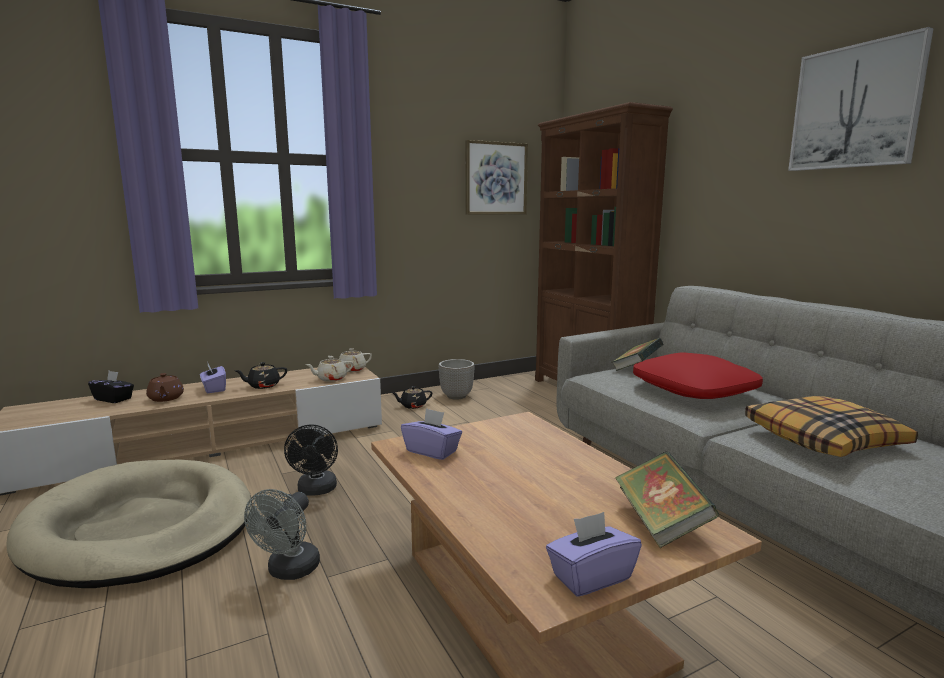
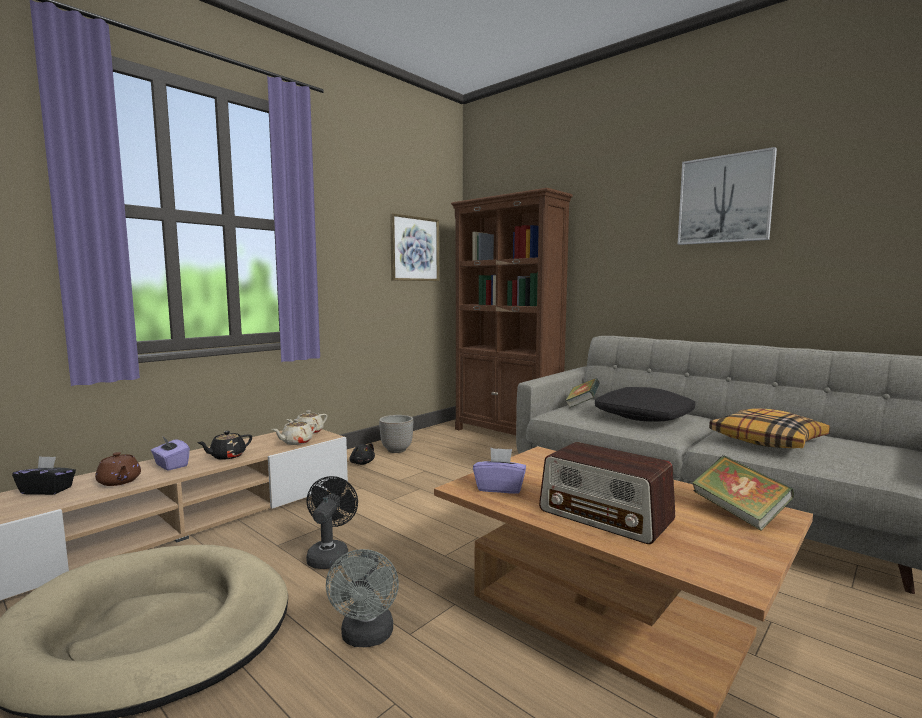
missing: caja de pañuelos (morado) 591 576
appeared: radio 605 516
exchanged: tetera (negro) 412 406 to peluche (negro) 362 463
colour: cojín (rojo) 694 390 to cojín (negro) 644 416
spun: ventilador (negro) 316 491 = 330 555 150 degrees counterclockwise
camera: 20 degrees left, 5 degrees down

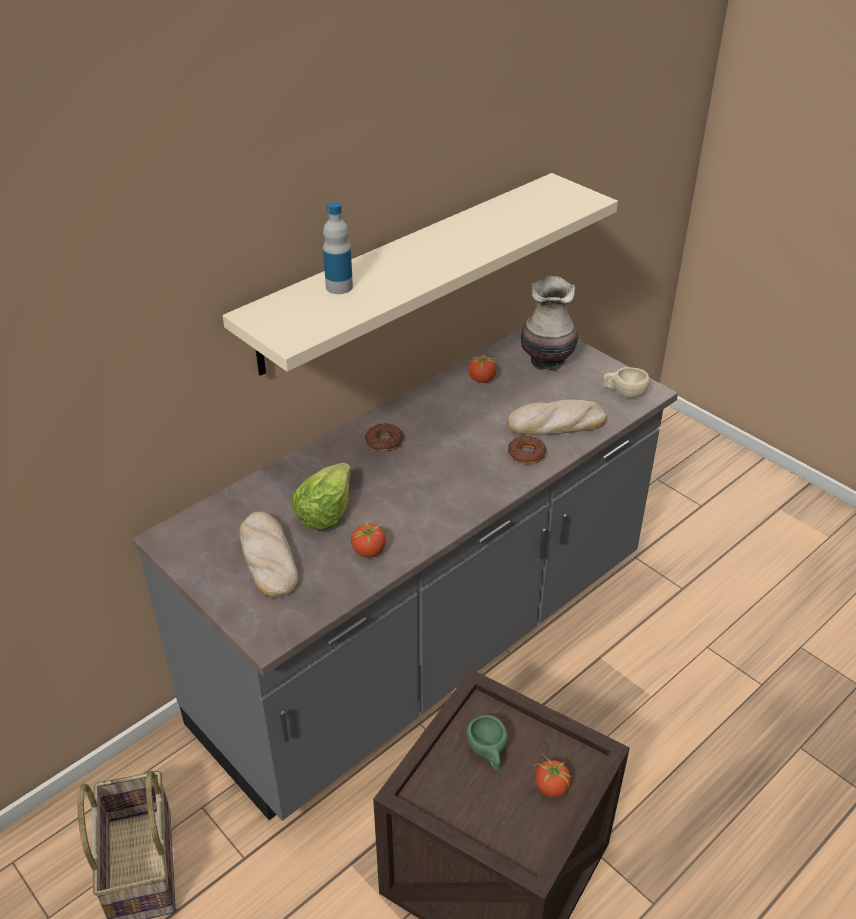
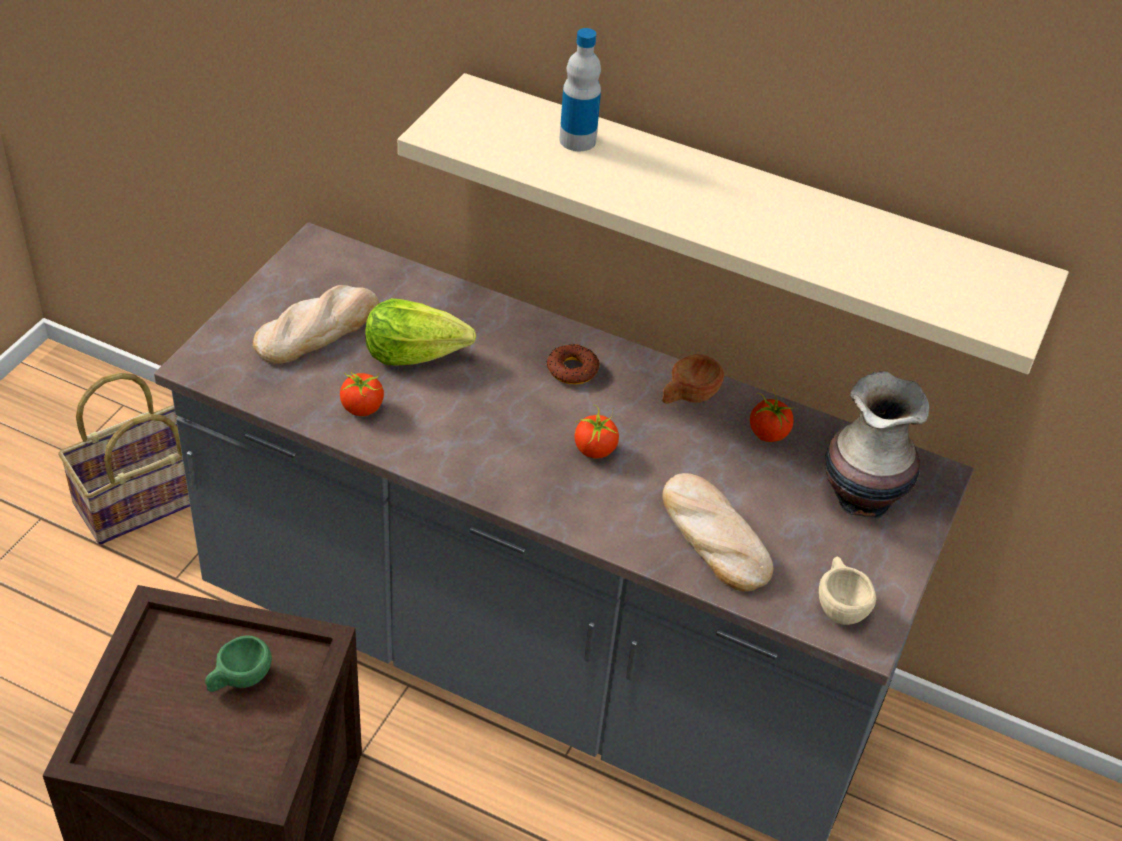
missing: rosquilla 526 454
appeared: taza (marrón) 688 397
relocated: tomate 551 787 to 594 450
camera: 65 degrees right, 5 degrees up

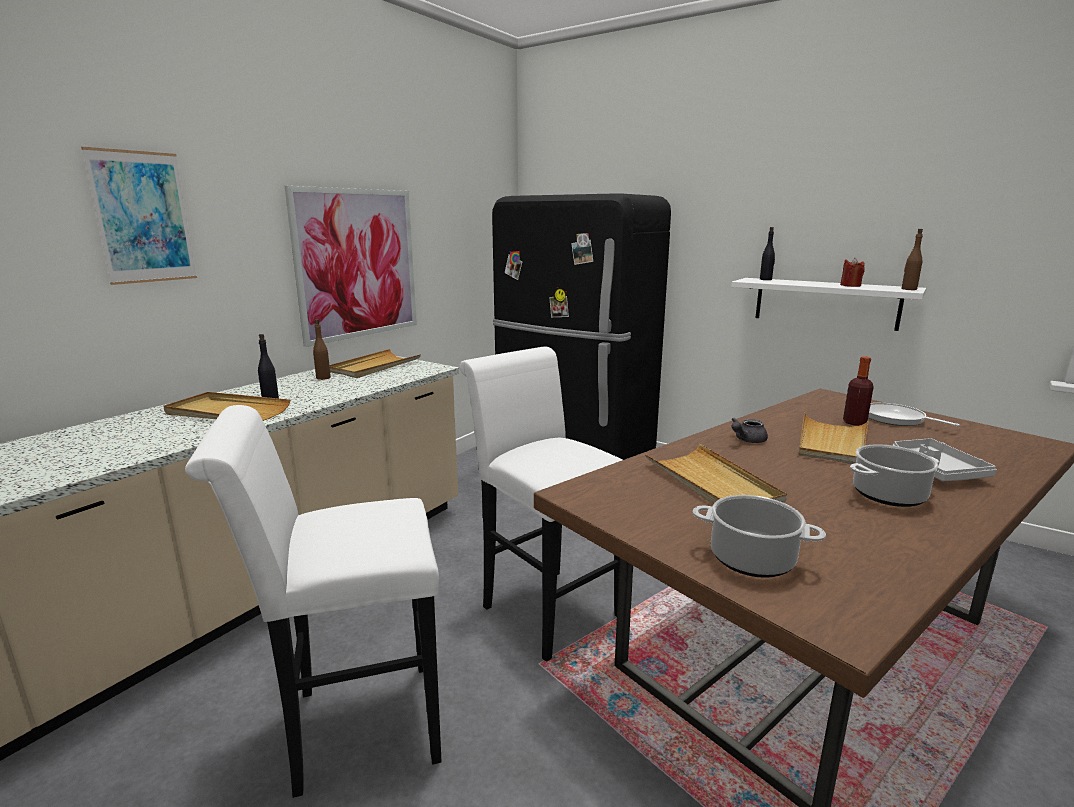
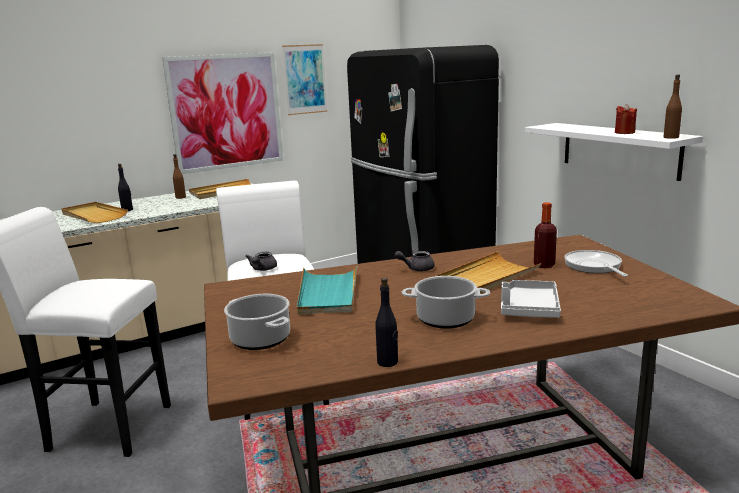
appeared: tetera (gris) 262 269
relocated: cuadro 143 217 to 305 79; botella (negro) 766 279 to 387 362
colour: bandeja (beis) 712 483 to bandeja (turquesa) 328 293
camera: 25 degrees right, 0 degrees up

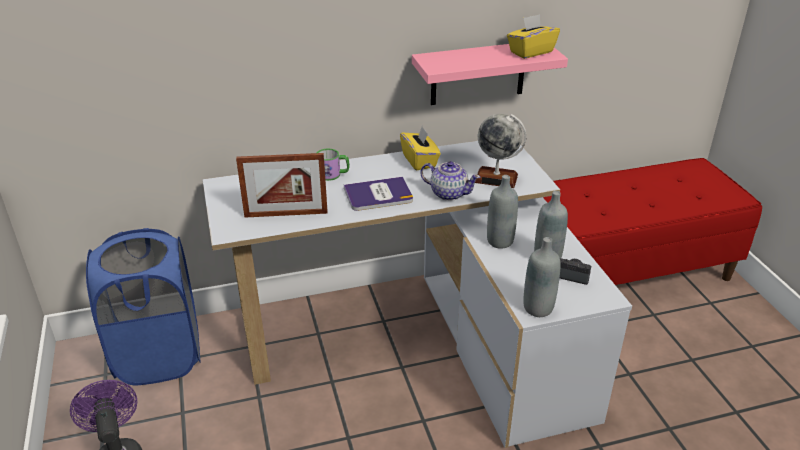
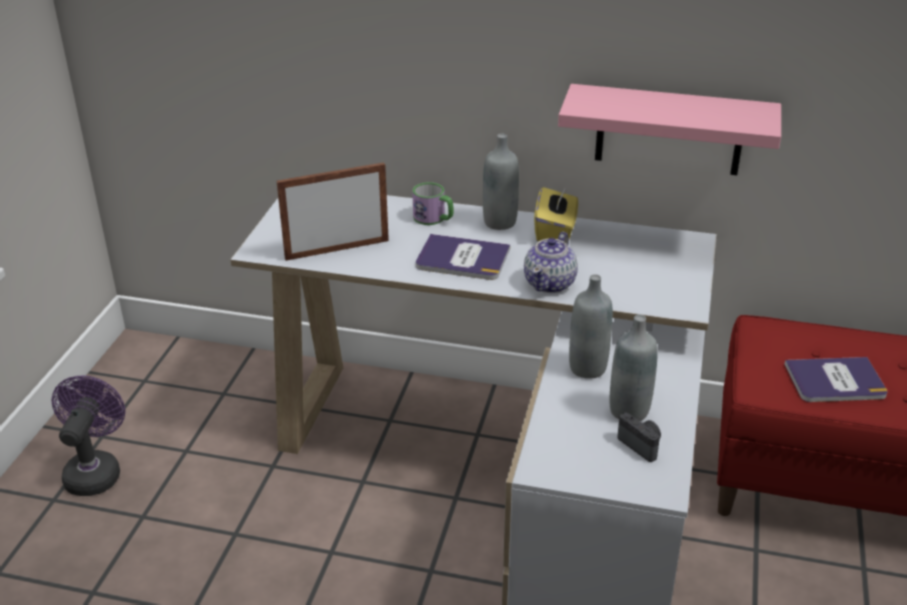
missing: cesto de la ropa (azul) 159 356; globo terráqueo 496 178; caja de pañuelos (amarillo) 530 52
appeared: libro 835 381
relocated: botella (gris) 538 308 to 499 222
spun: portarretratos 286 214 = 337 249 135 degrees clockwise; tetera 448 193 = 550 283 60 degrees clockwise
camera: 30 degrees right, 0 degrees up

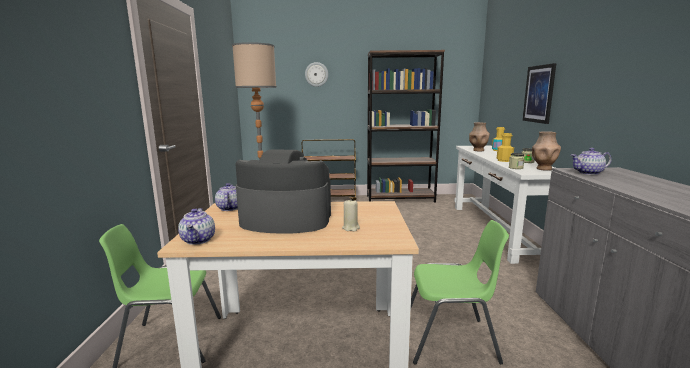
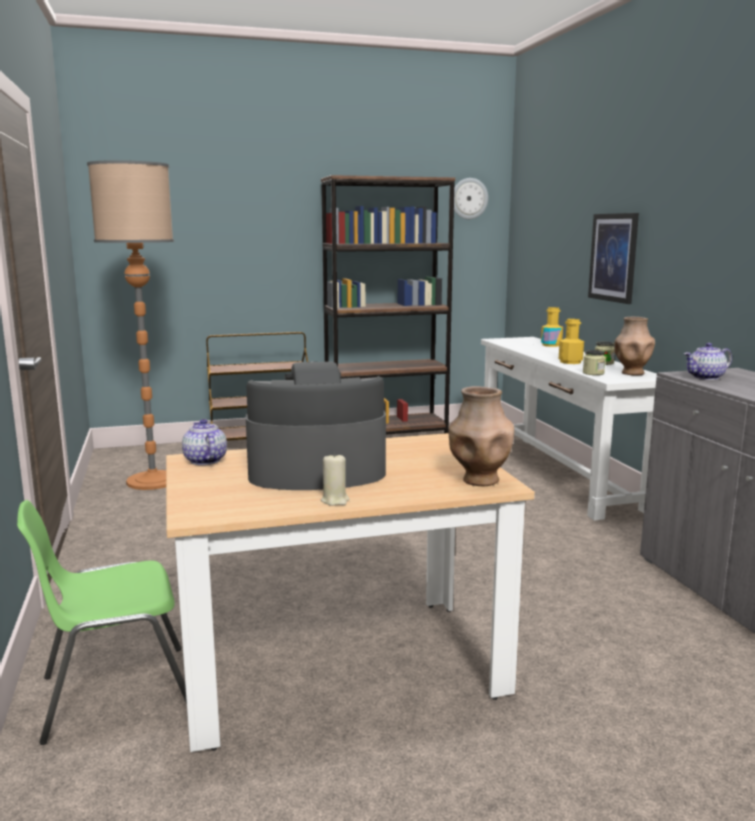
missing: tetera 198 240; silla (verde) 451 340
relocated: reloj de pared 316 74 to 469 198; vela (beis) 351 228 to 335 500; florero (marrón) 478 150 to 479 480
camera: 15 degrees left, 0 degrees up

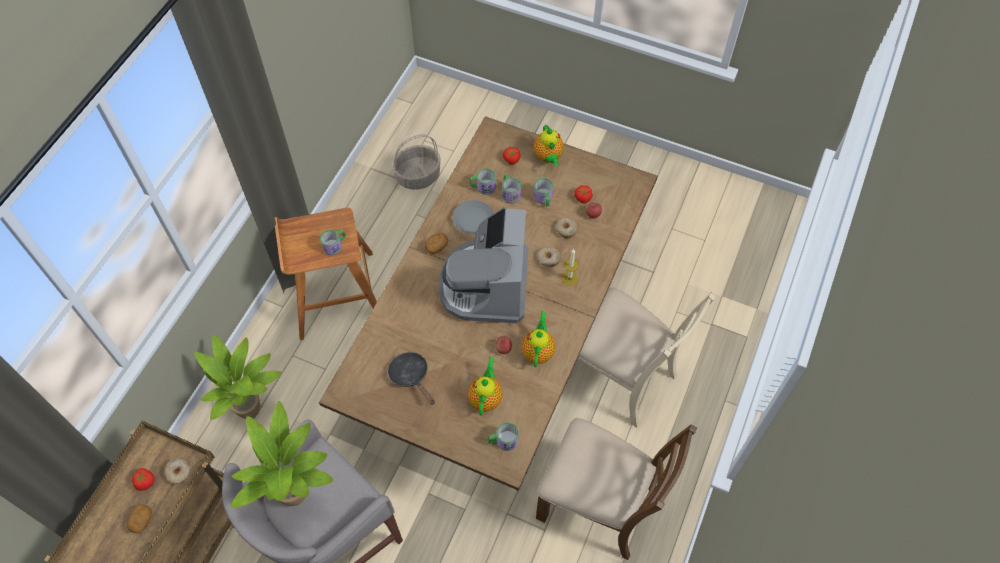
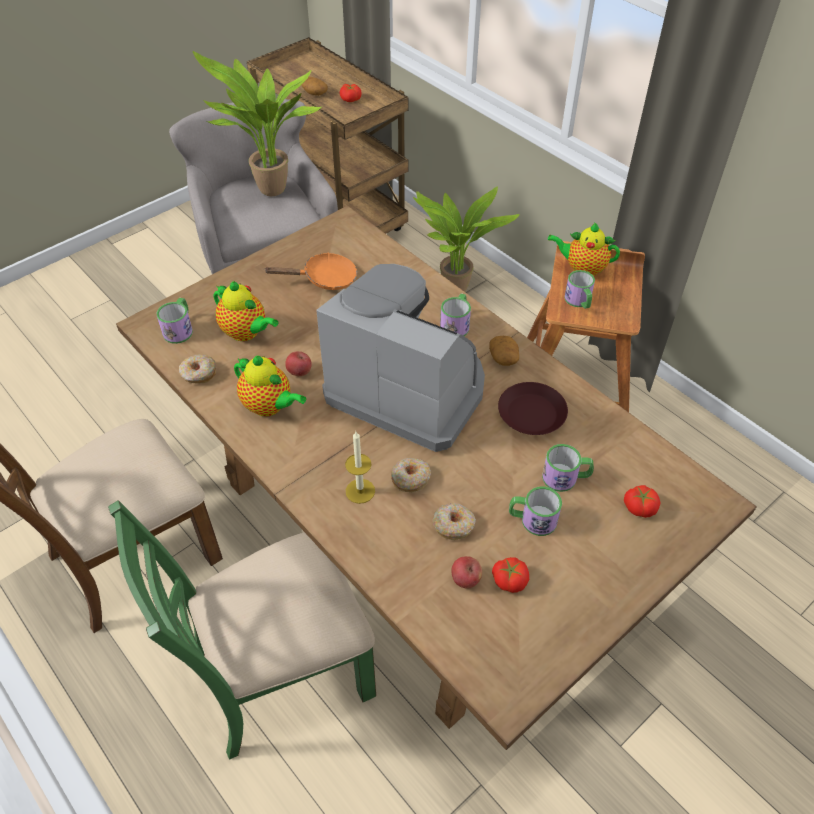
missing: cesta 418 176
relocated: rosquilla 179 472 to 198 374; taza grande 482 187 to 456 324; tetera 548 157 to 582 269
colour: sartén (negro) 411 376 to sartén (naranja) 324 279; plato (gris) 473 220 to plato (marrón) 531 413; silla (beis) 620 375 to silla (verde) 279 672
camera: 115 degrees right, 10 degrees down

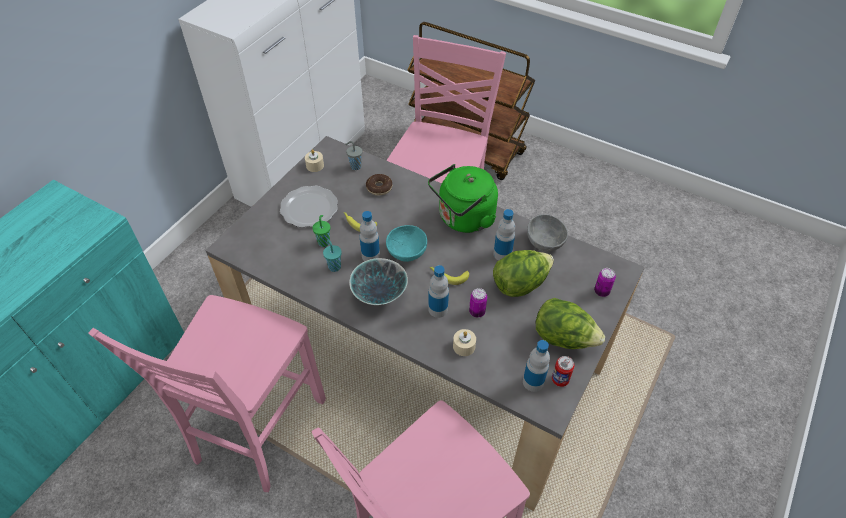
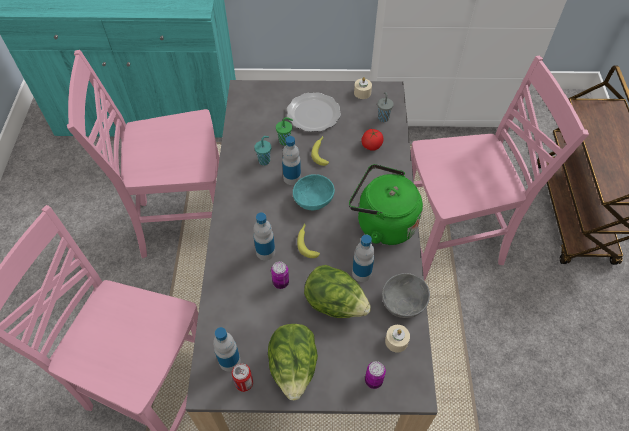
missing: cuenco 379 295
relocated: vela (beis) 464 346 to 396 341
exchanged: rosquilla 379 188 to tomate 371 146
camera: 60 degrees right, 5 degrees up

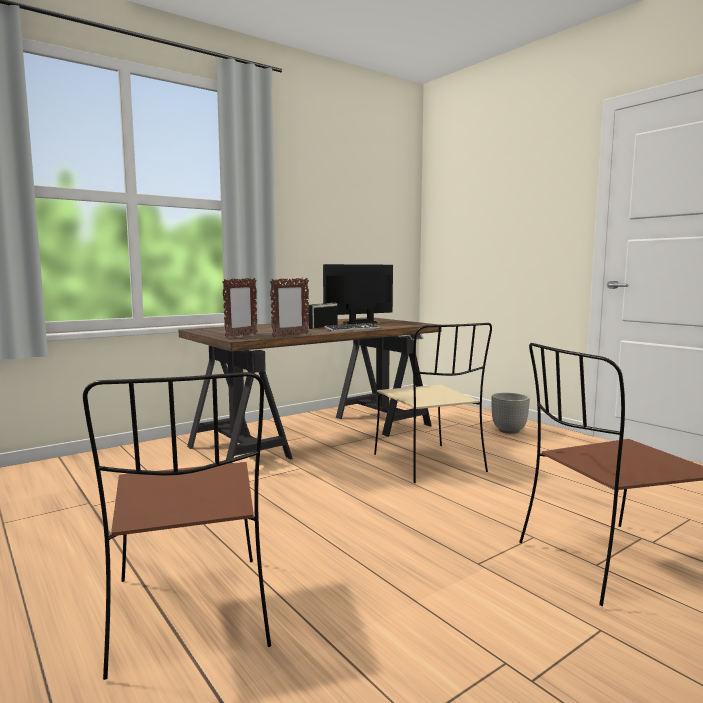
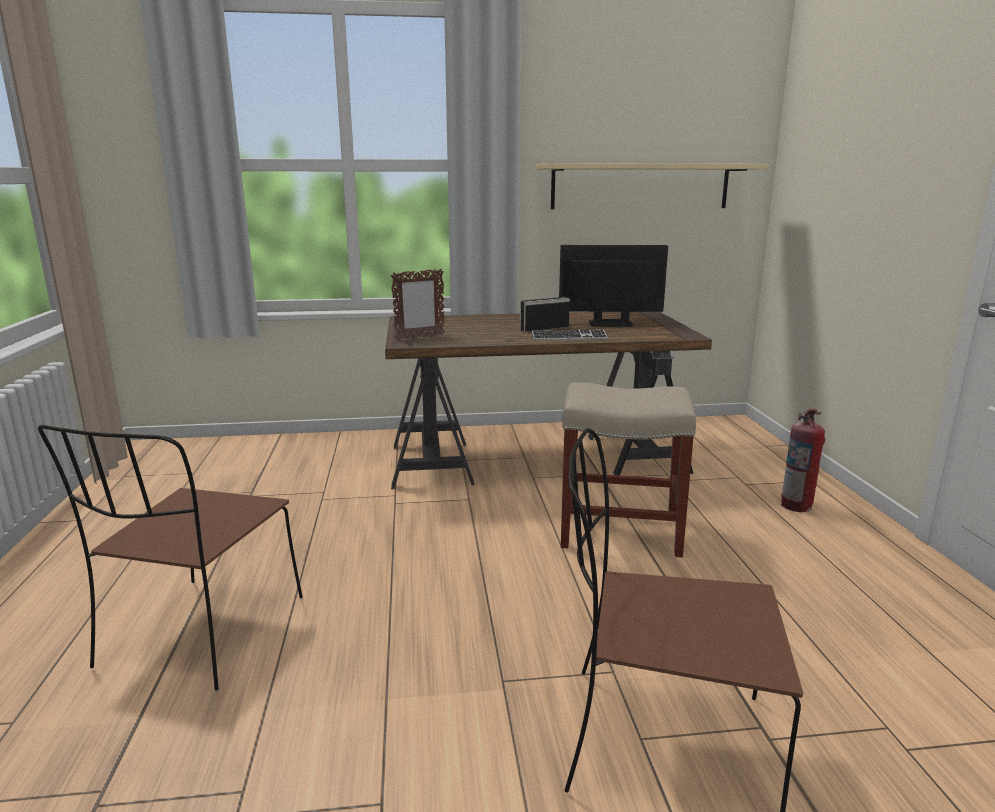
missing: portarretratos 290 335
appeared: estante (beis) 640 186
exchanged: silla (beis) 430 464 to taburete (beis) 618 531; maceta 509 431 to extintor 796 505
camera: 30 degrees right, 10 degrees up

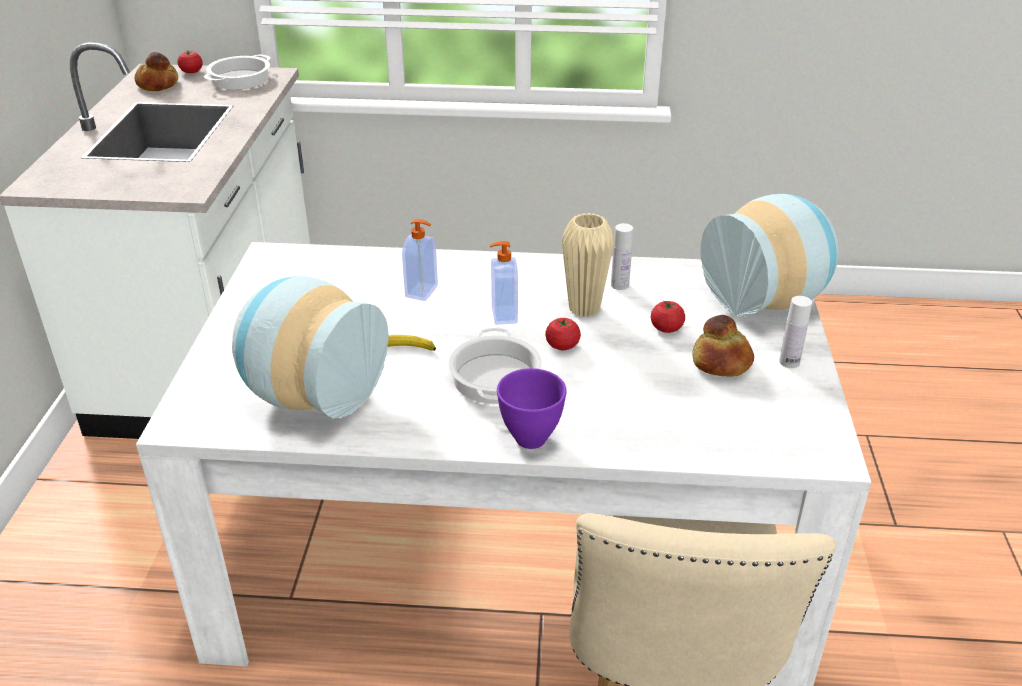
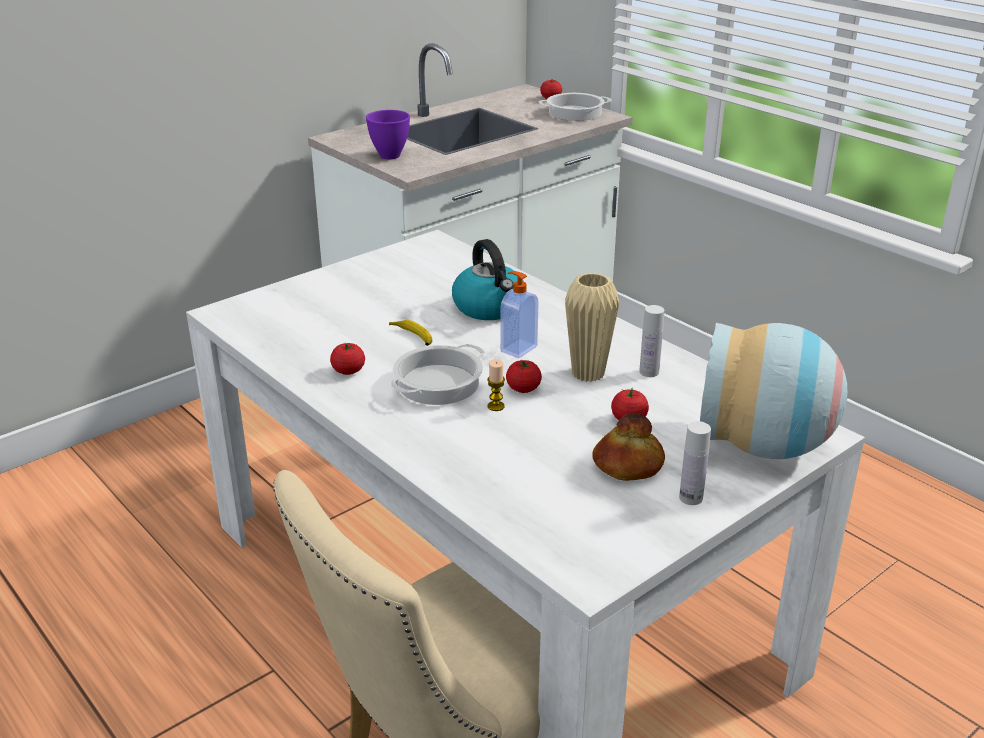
missing: pan 158 84; florero 310 394
appeared: tomate 348 371; vela 496 406
relocated: cuenco (morado) 532 439 to 390 156
exchanged: dispensador de jabón 422 292 to hervidor 490 307
camera: 45 degrees right, 5 degrees down

